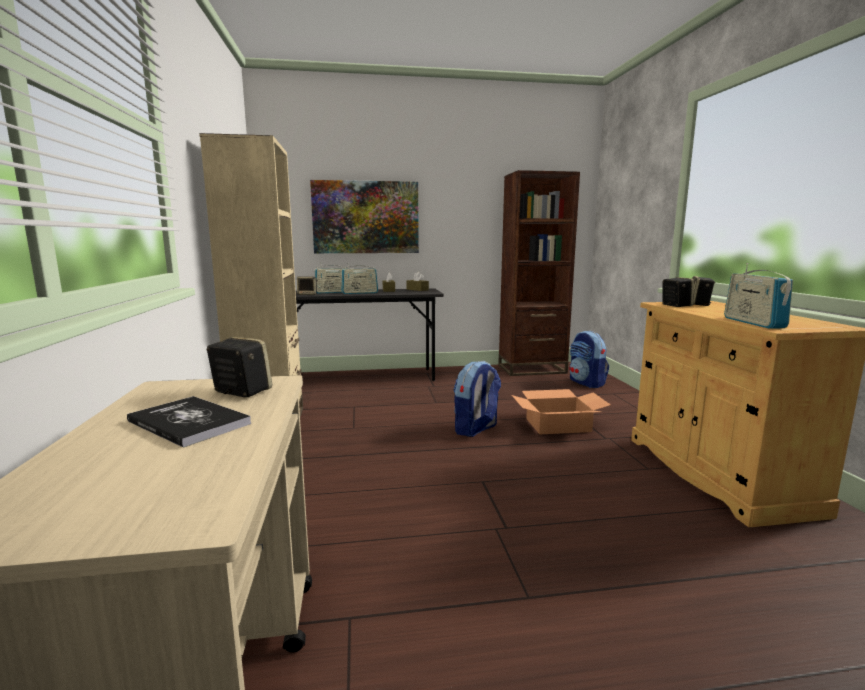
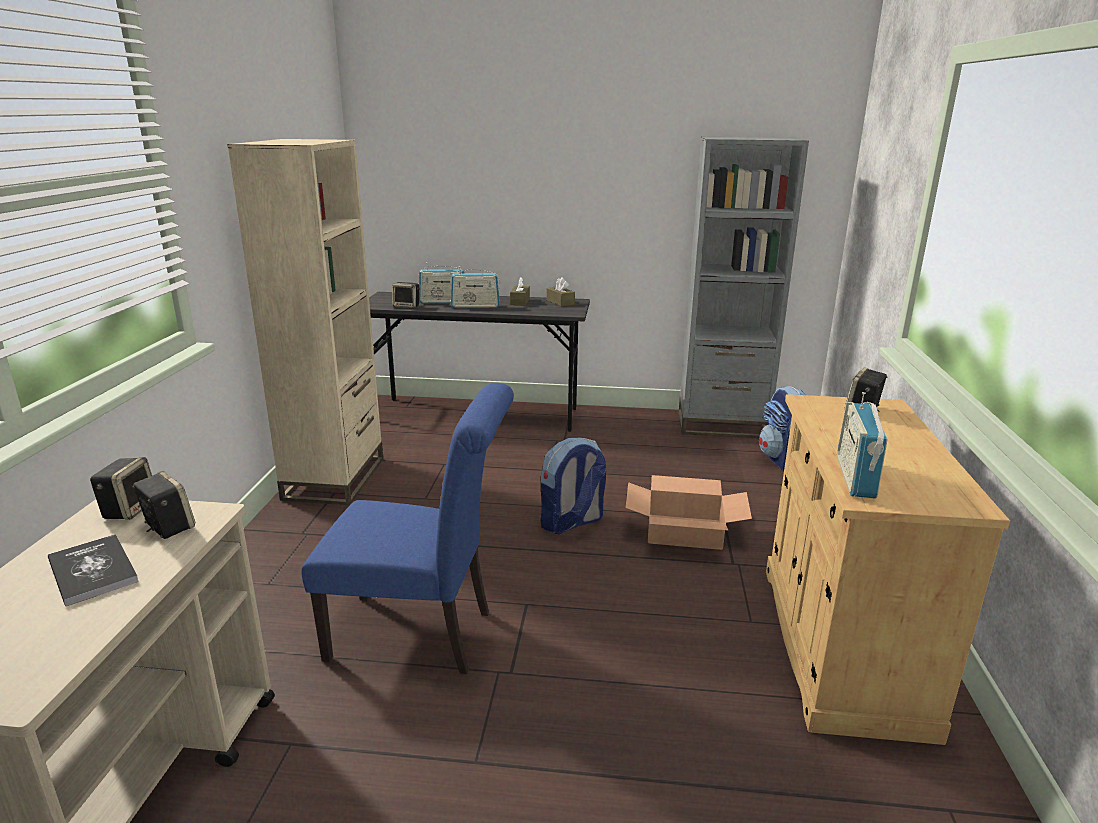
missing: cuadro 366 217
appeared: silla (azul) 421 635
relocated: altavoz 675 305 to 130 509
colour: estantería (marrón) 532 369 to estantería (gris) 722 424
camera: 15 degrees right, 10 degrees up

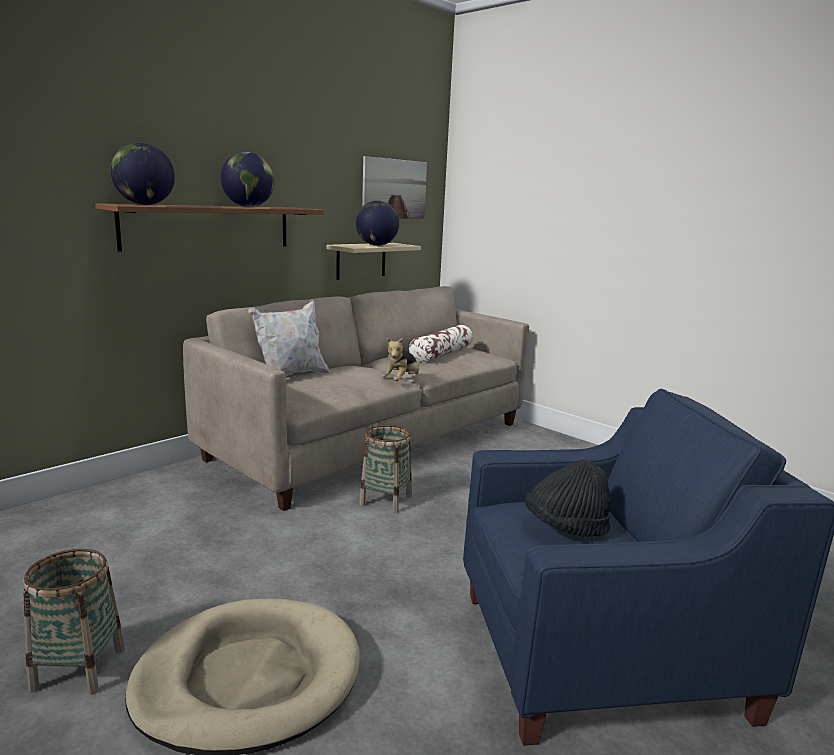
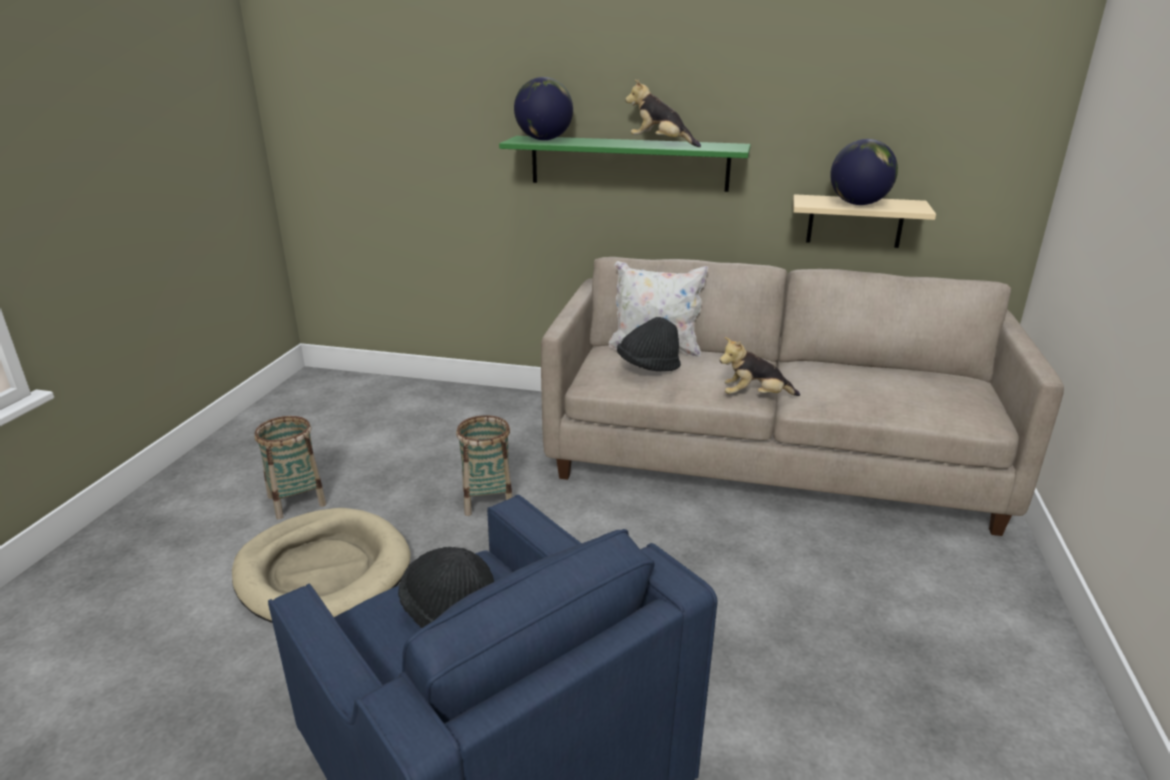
missing: cuadro 394 189; cojín 441 354
appeared: sombrero (negro) 648 367
relocated: cesta 386 500 to 488 500
exchanged: globo terráqueo 248 207 to peluche 660 144
colour: estante (marrón) 209 227 to estante (verde) 629 163
camera: 60 degrees right, 10 degrees up

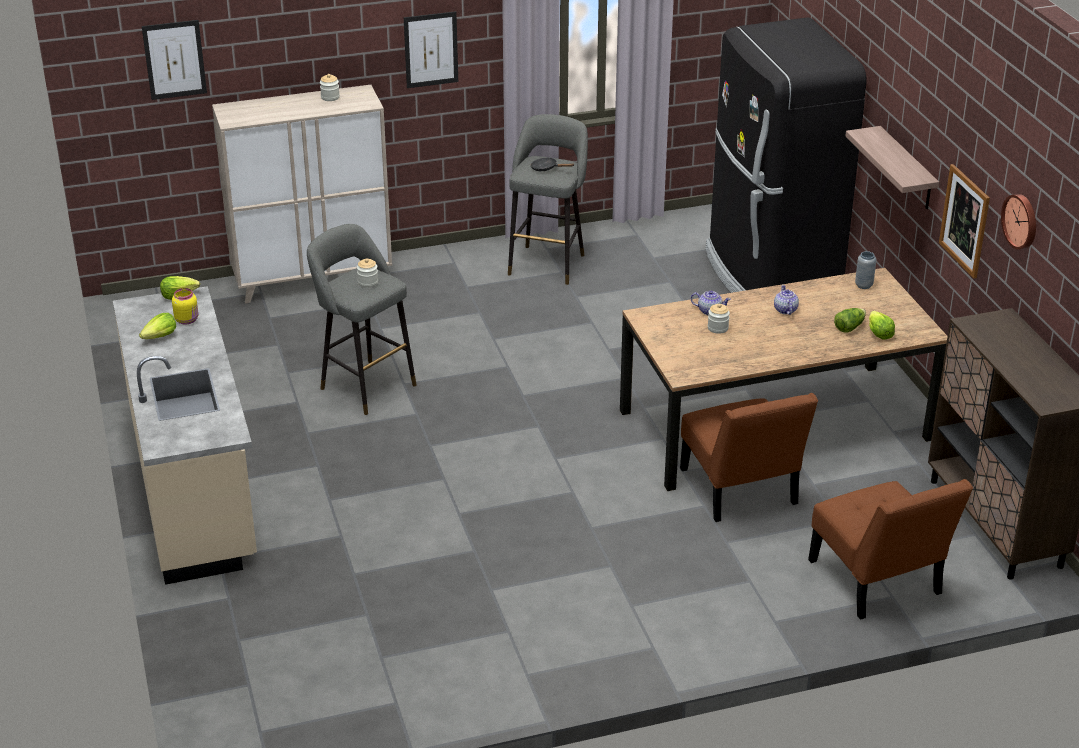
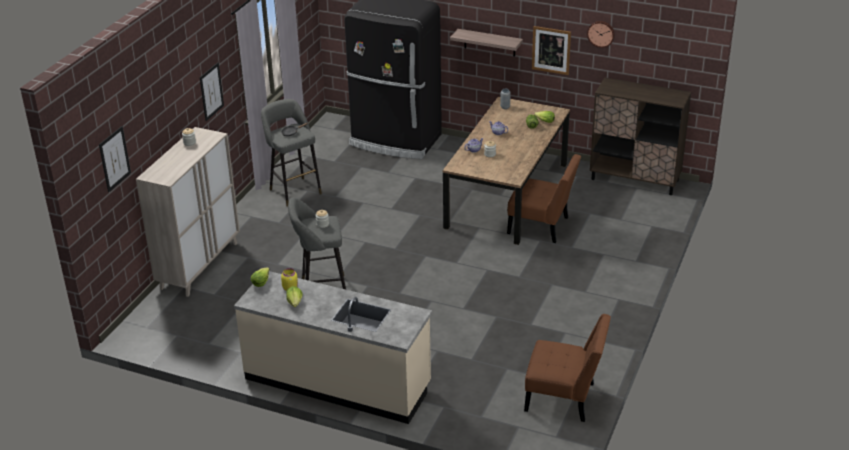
relocated: silla (marrón) 878 582 to 564 398
camera: 50 degrees left, 0 degrees up

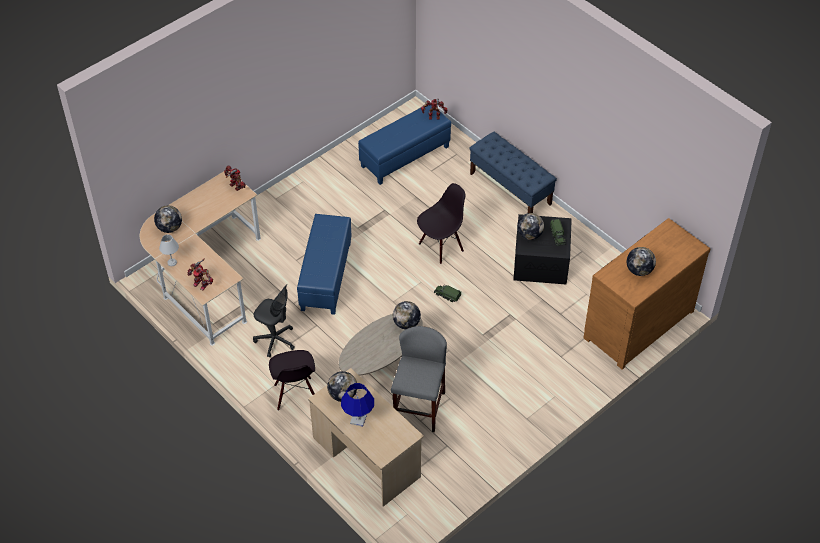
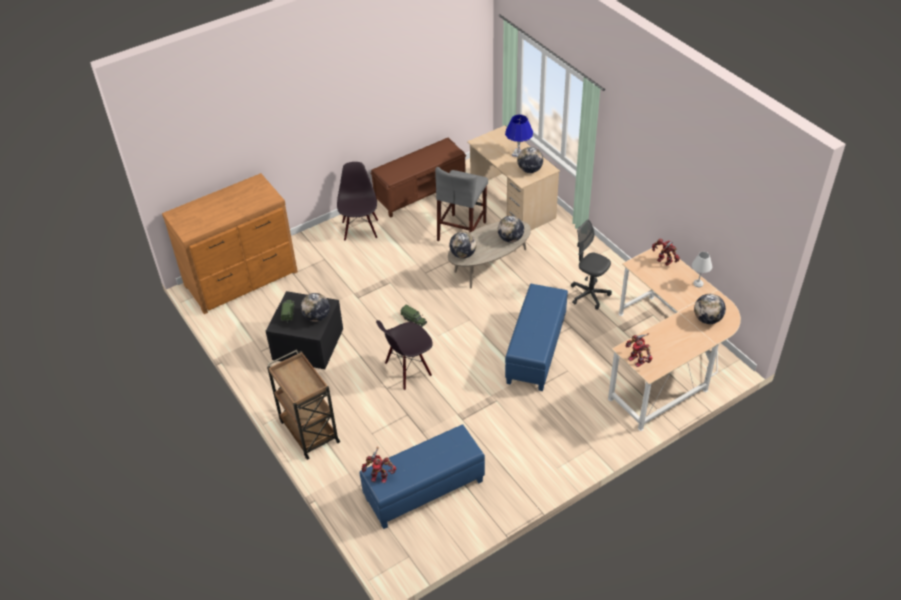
appeared: banco (marrón) 421 192
relocated: silla (negro) 295 394 to 360 230; globo terráqueo 639 270 to 510 239
exchanged: banco (azul) 510 189 to carrito (marrón) 308 430
camera: 170 degrees left, 5 degrees down

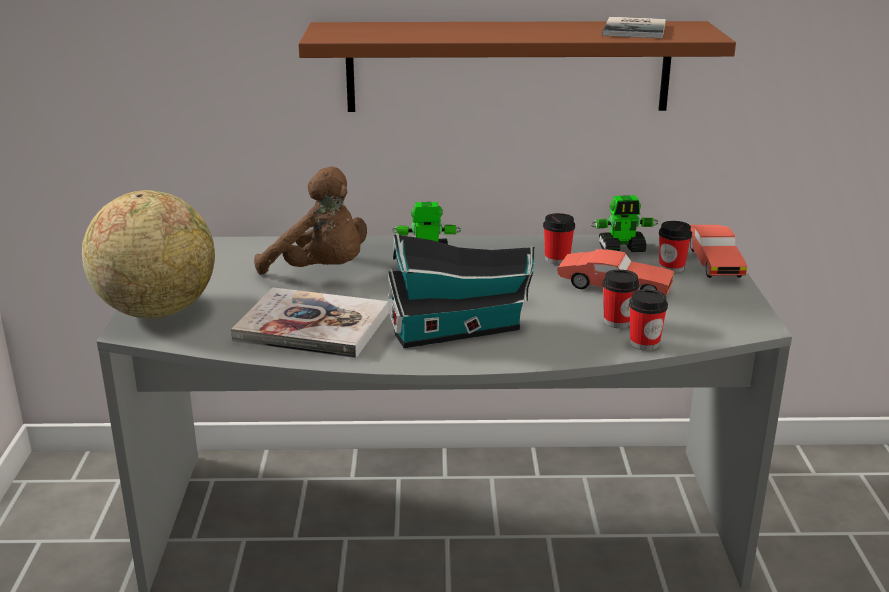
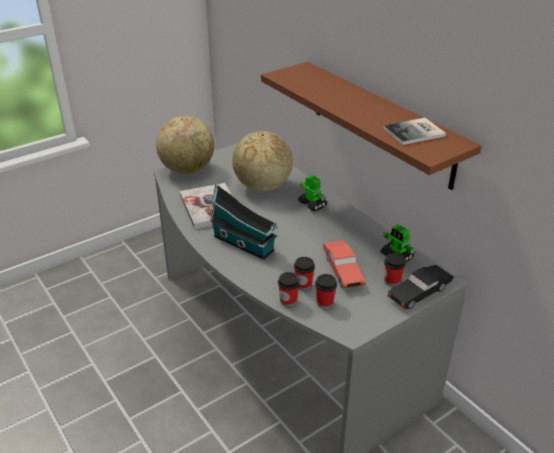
relocated: taza 557 259 to 324 303
exchanged: peluche (marrón) 321 272 to globo terráqueo 262 187
colour: coche de juguete (rojo) 713 262 to coche de juguete (negro) 419 293
camera: 55 degrees right, 10 degrees up

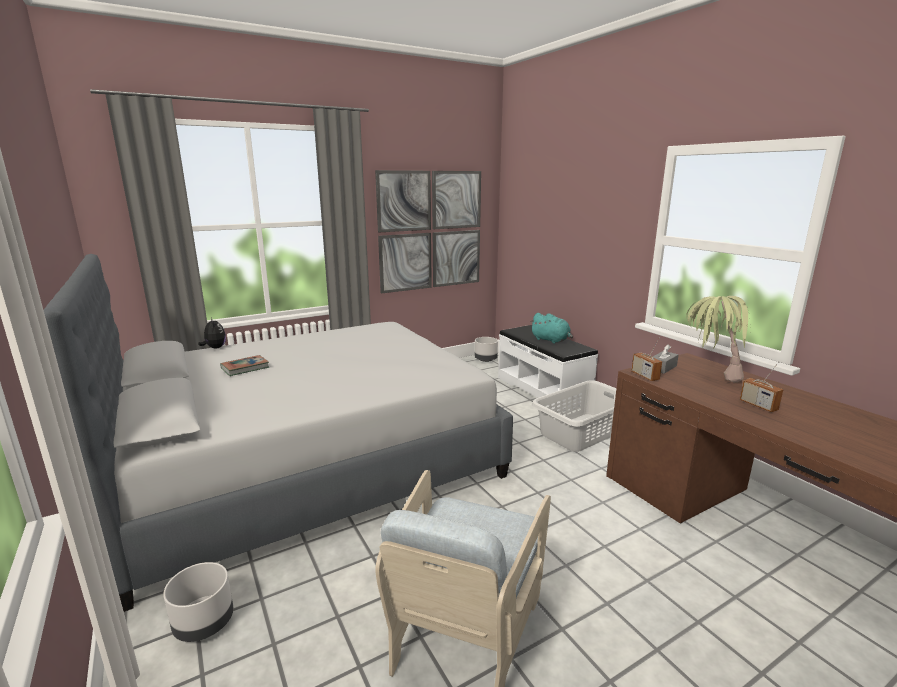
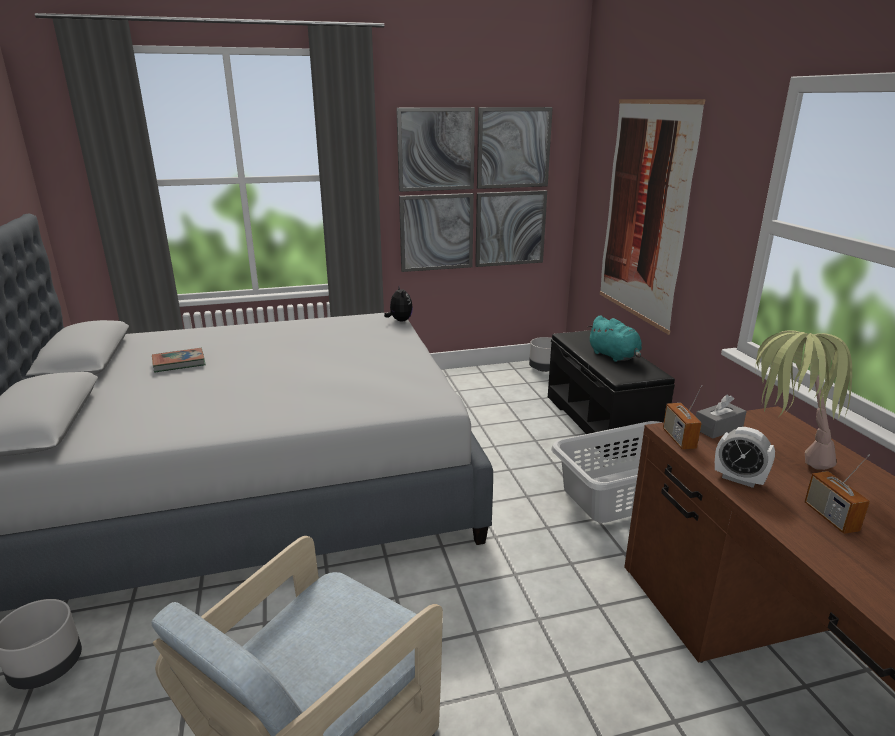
appeared: cuadro 644 212; despertador 739 479
relocated: peluche 215 348 to 399 320
colour: banco (blanco) 543 389 to banco (negro) 601 421
camera: 15 degrees right, 5 degrees up

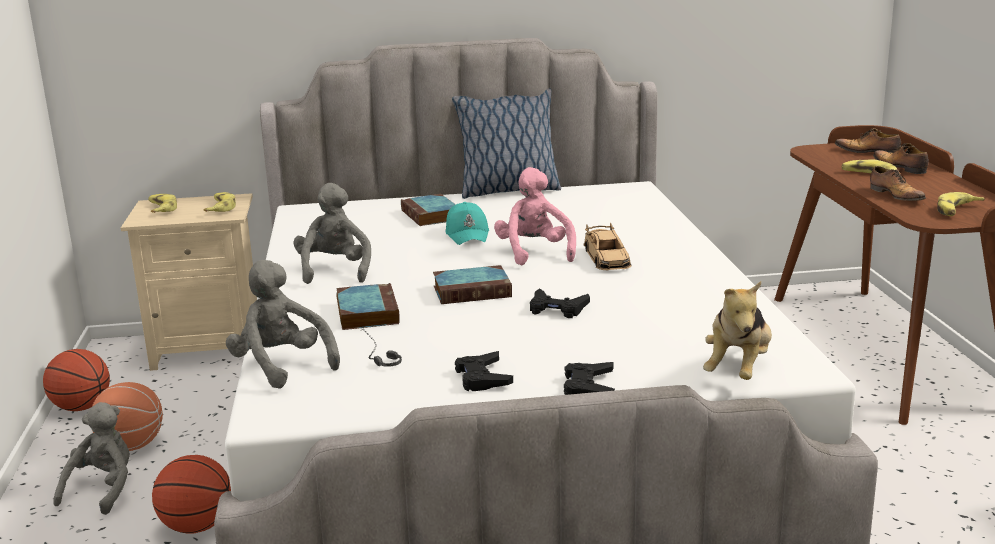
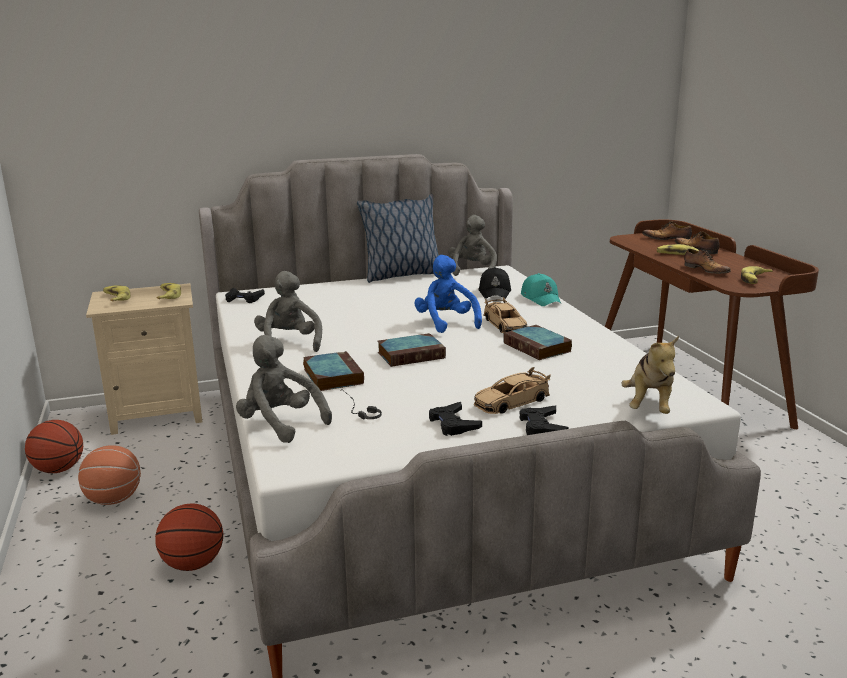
appeared: coche de juguete (beis) 511 402; gorra (negro) 495 292
relocated: peluche (gris) 103 490 to 472 271; libro 431 215 to 538 347; gorra (turquesa) 468 234 to 541 298; mando de consola (negro) 557 309 to 243 299
colour: peluche (rosa) 534 253 to peluche (azul) 446 323
camera: 10 degrees left, 0 degrees up

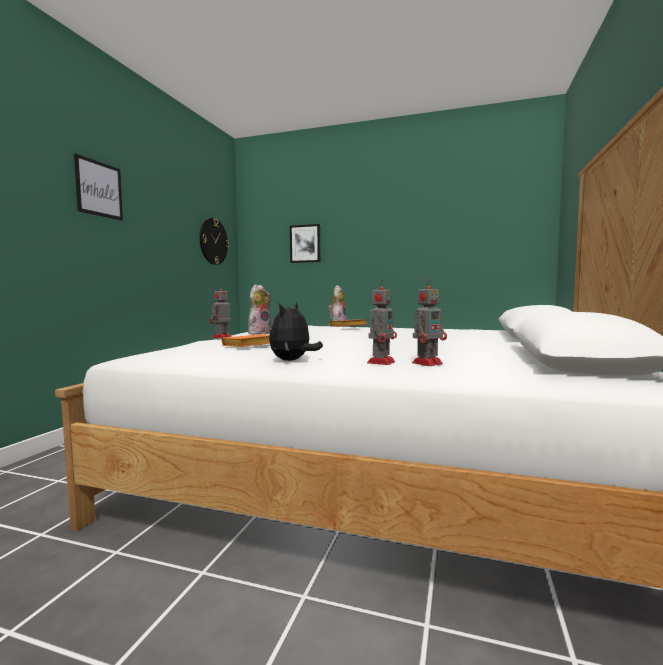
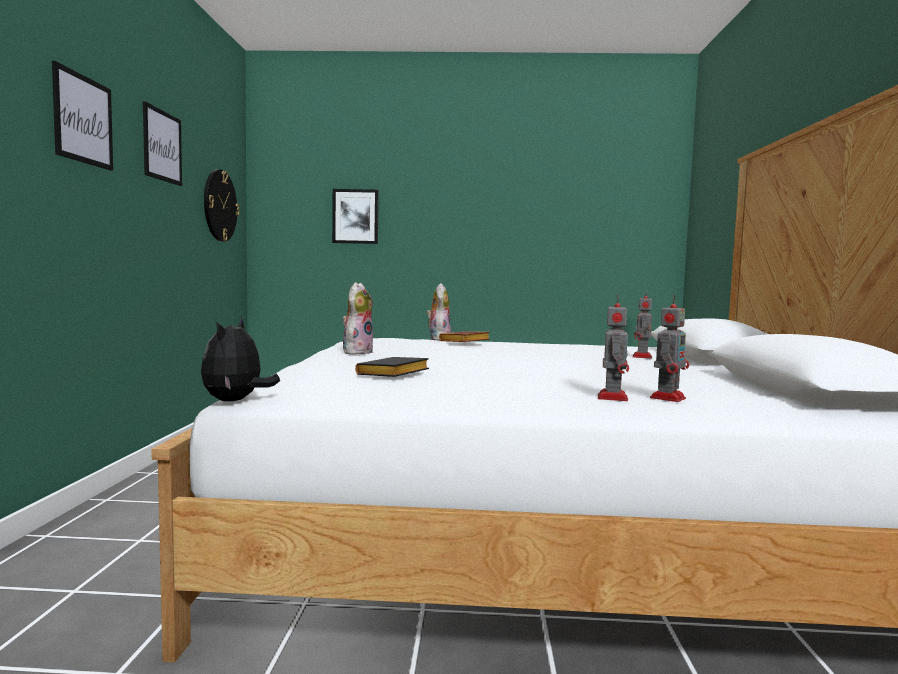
appeared: cuadro 162 146
relocated: robot de juguete 221 337 to 642 357; peluche 292 361 to 235 401
colour: libro (naranja) 249 346 to libro (negro) 393 374
camera: 15 degrees left, 0 degrees up

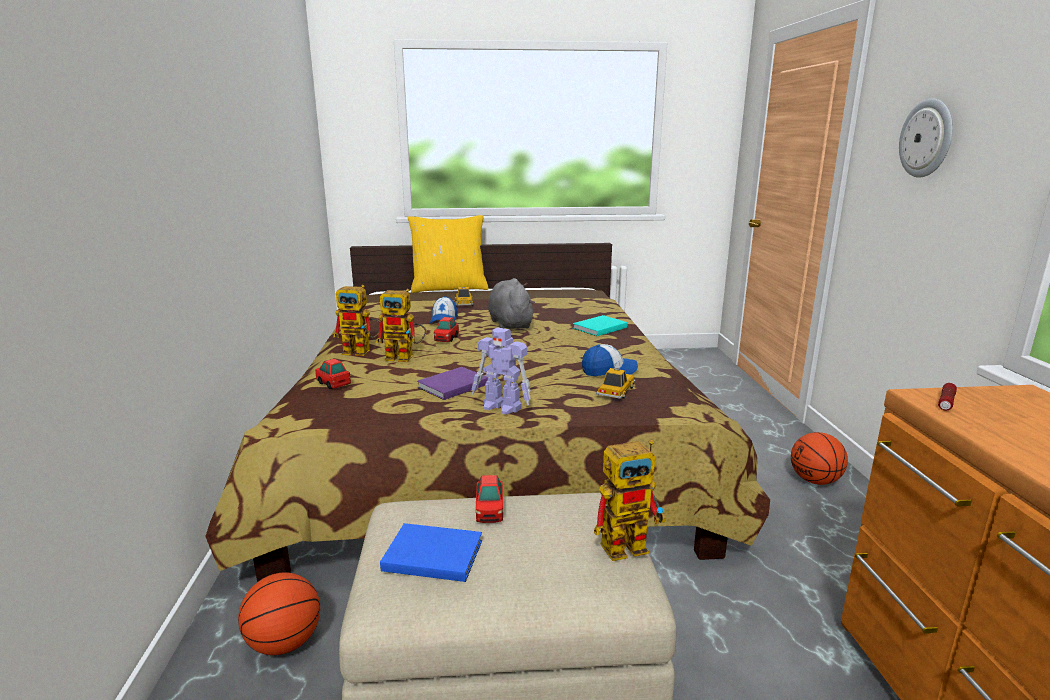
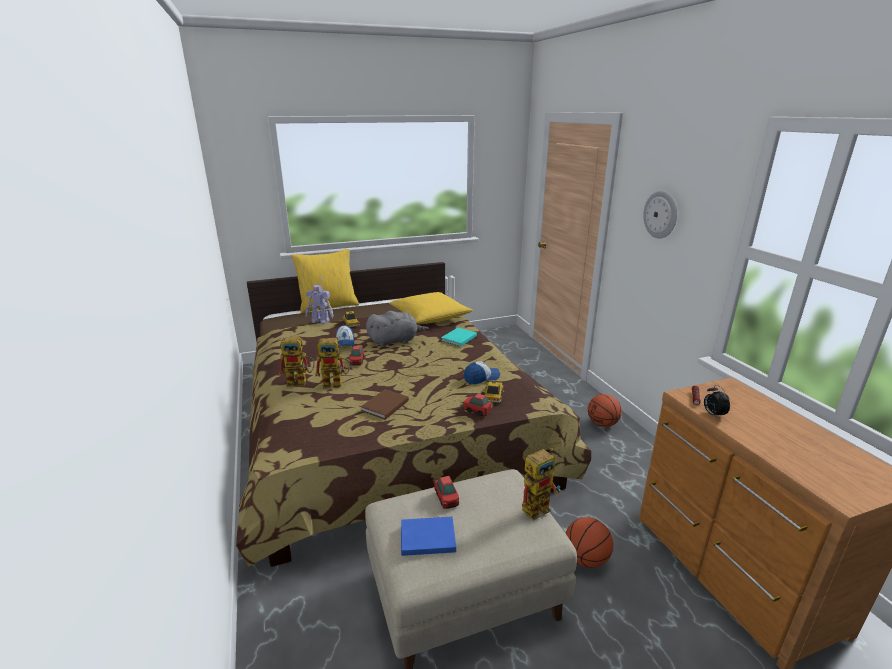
appeared: cojín (amarillo) 430 317; despertador 713 414
relocated: balón de baloncesto 285 643 to 586 559; coche de juguete 333 383 to 476 410; robot de juguete 502 407 to 321 321
colour: libro (morado) 451 386 to libro (marrón) 383 406
spun: peluche (gris) 510 323 = 395 341 105 degrees clockwise
camera: 15 degrees left, 5 degrees up

